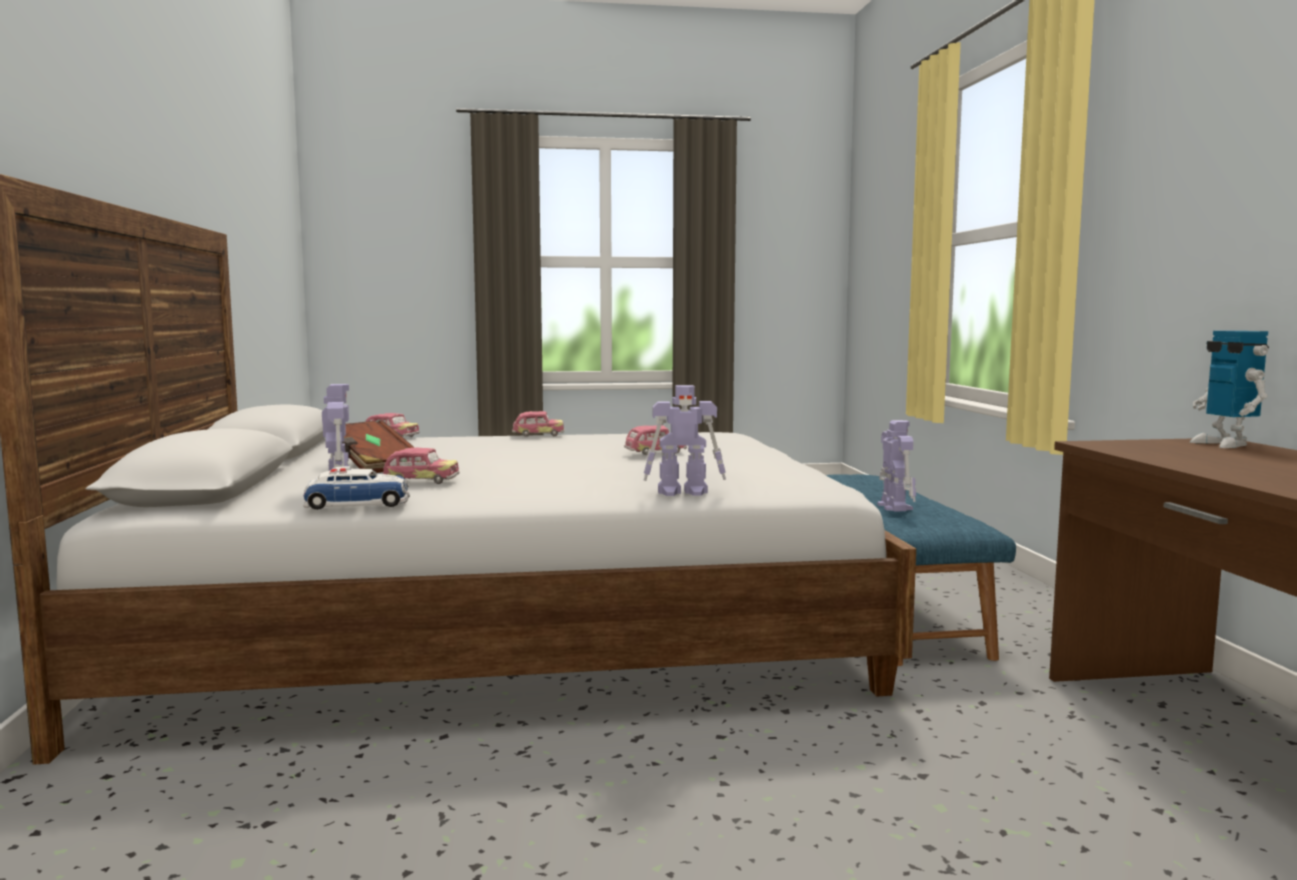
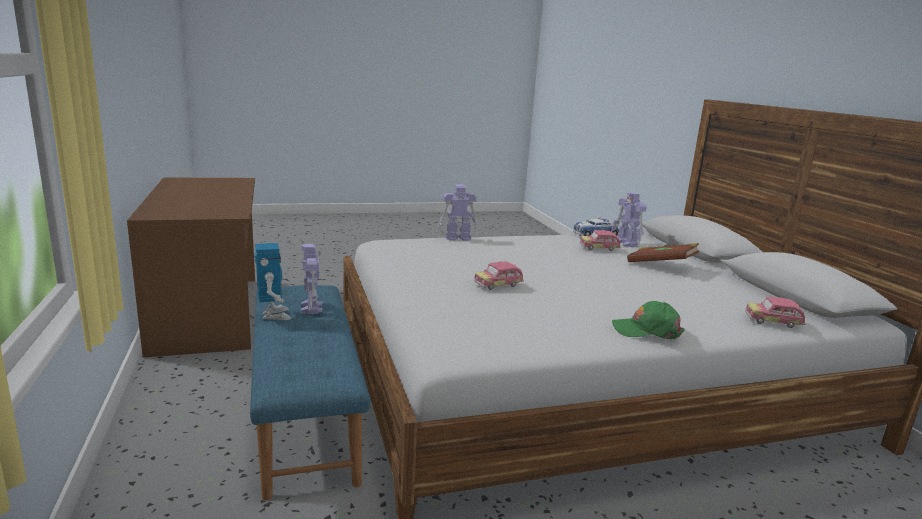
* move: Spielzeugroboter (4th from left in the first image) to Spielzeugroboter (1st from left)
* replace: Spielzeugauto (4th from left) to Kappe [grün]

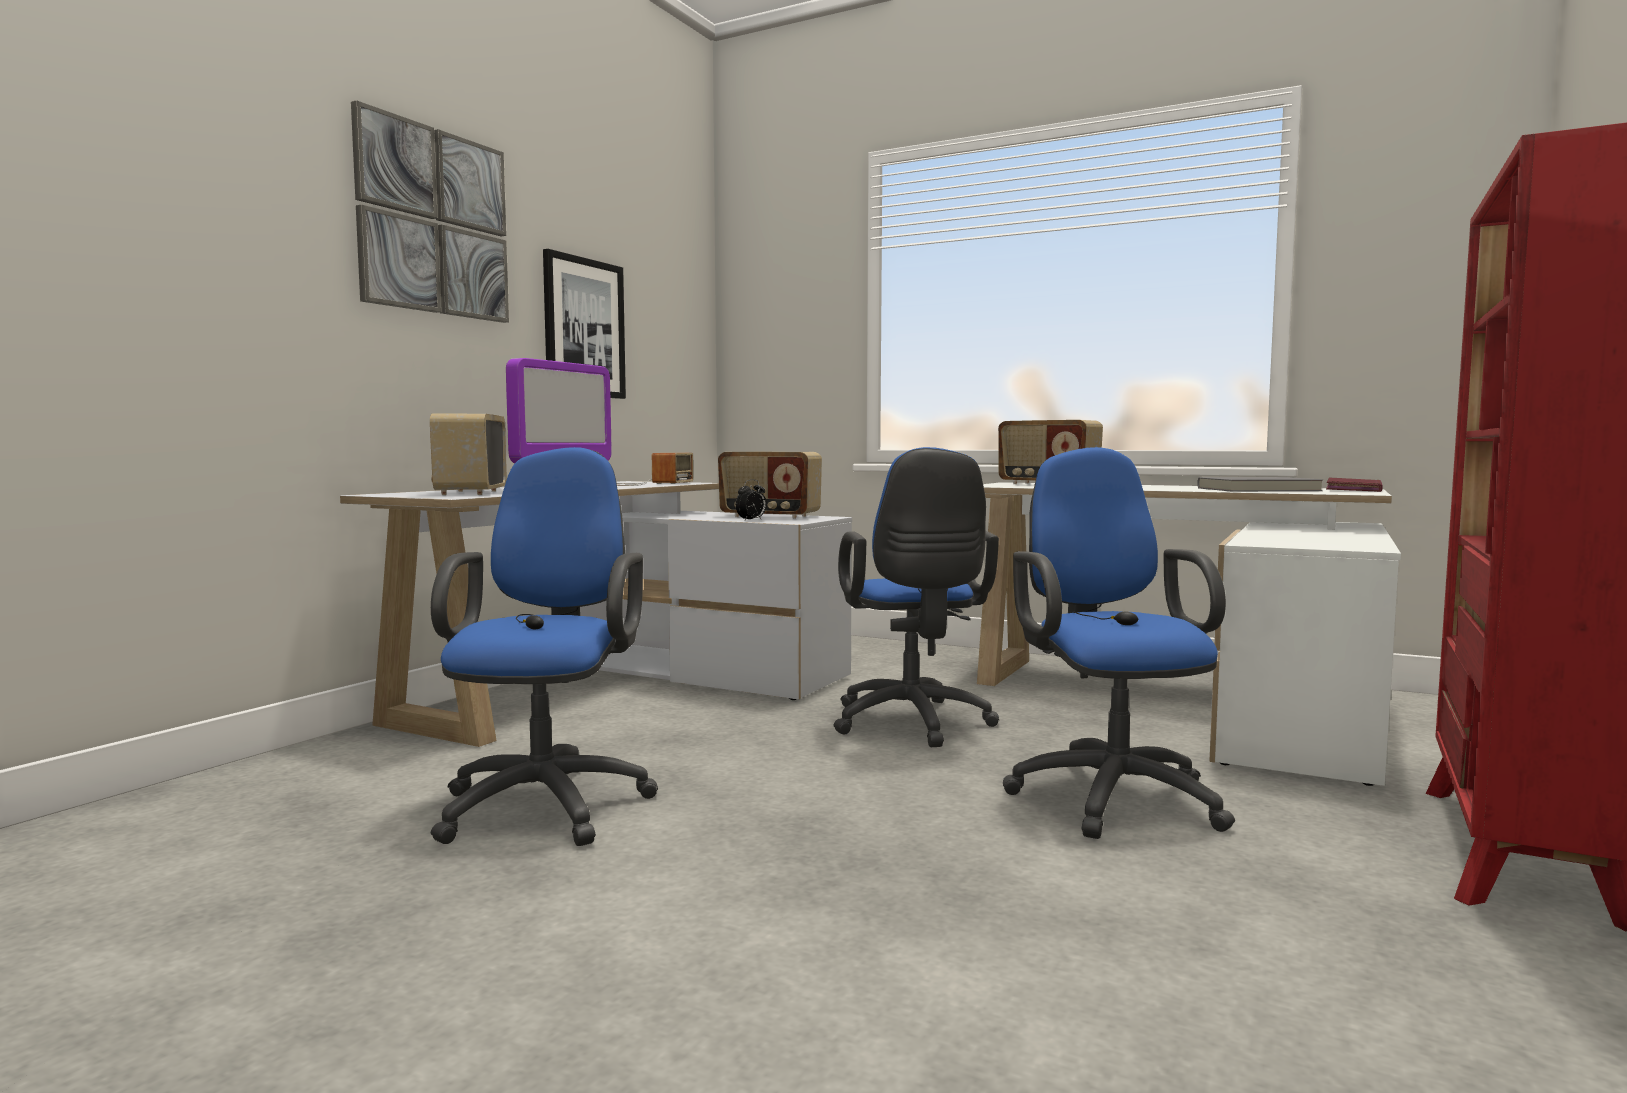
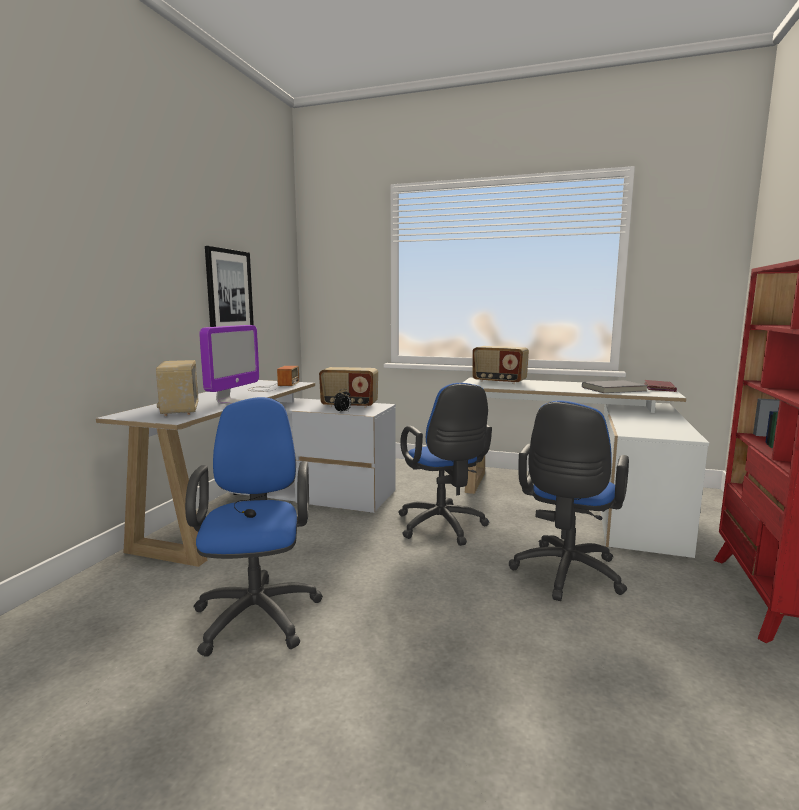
* rotate: Bürostuhl [blau] (3rd from left) 135 degrees counterclockwise
* delete: Bild (1st from left)

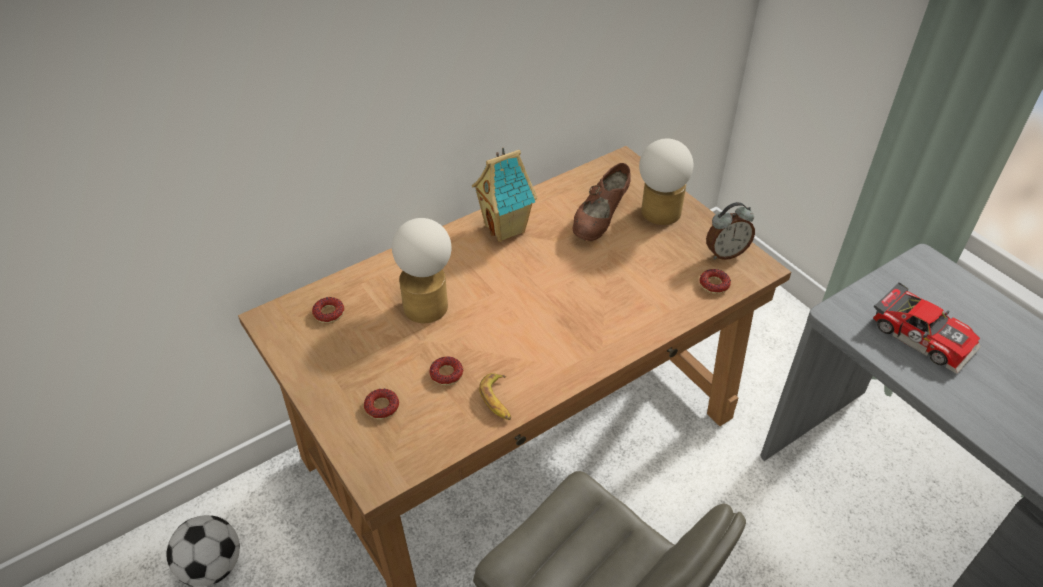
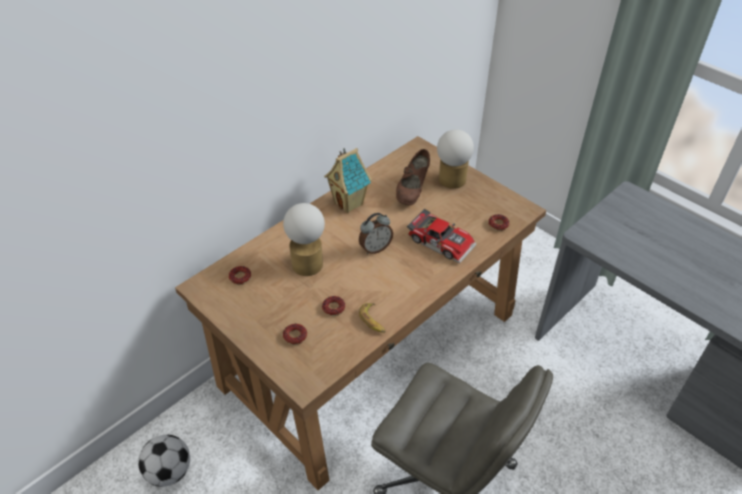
* move: Wecker
* move: Spielzeugauto

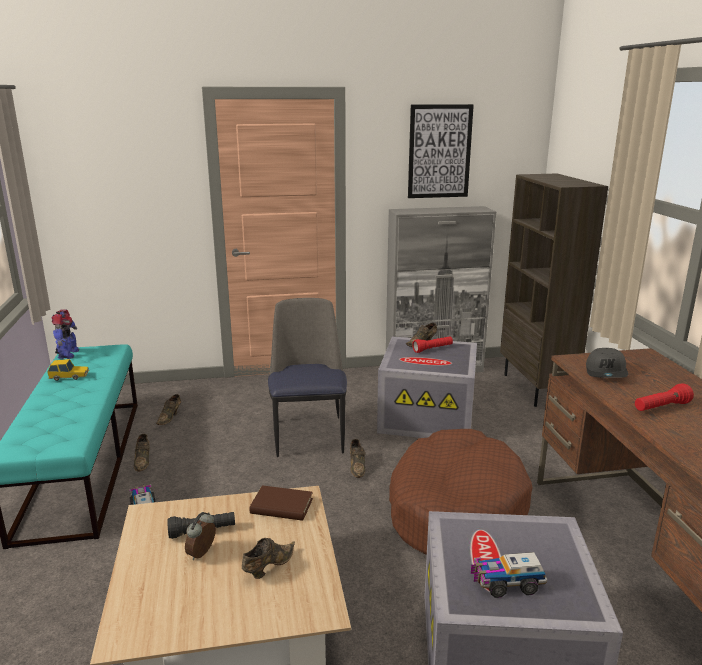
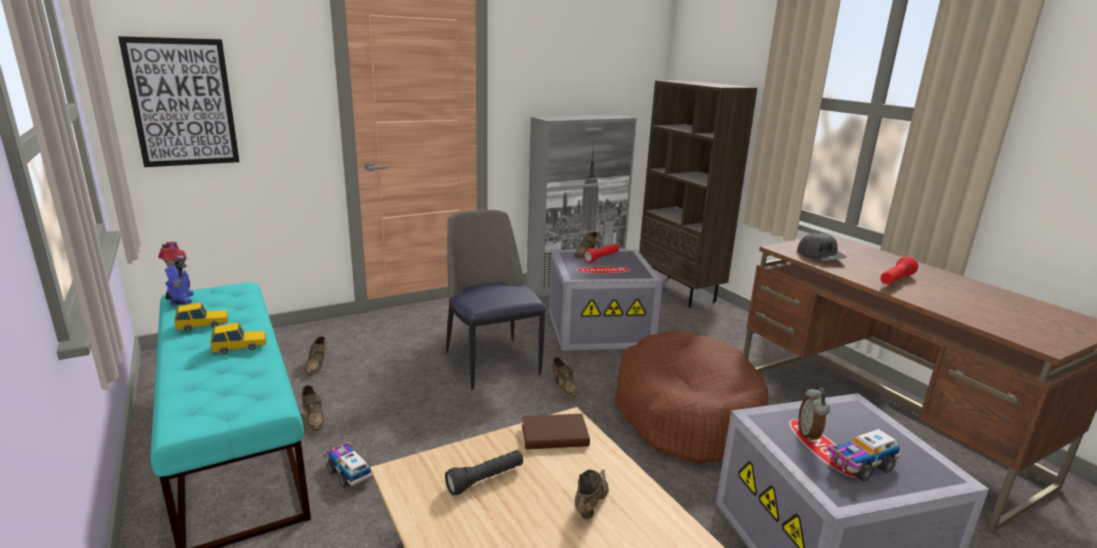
* move: Bild
* insert: Spielzeugauto (2nd from left)
* move: Wecker

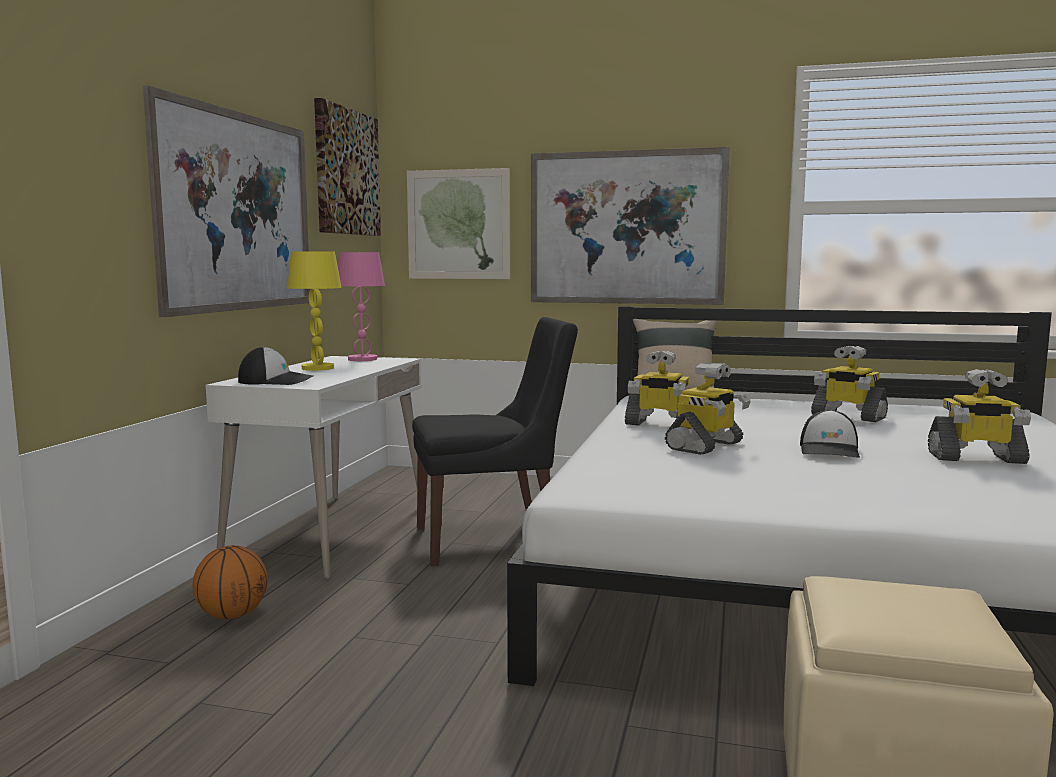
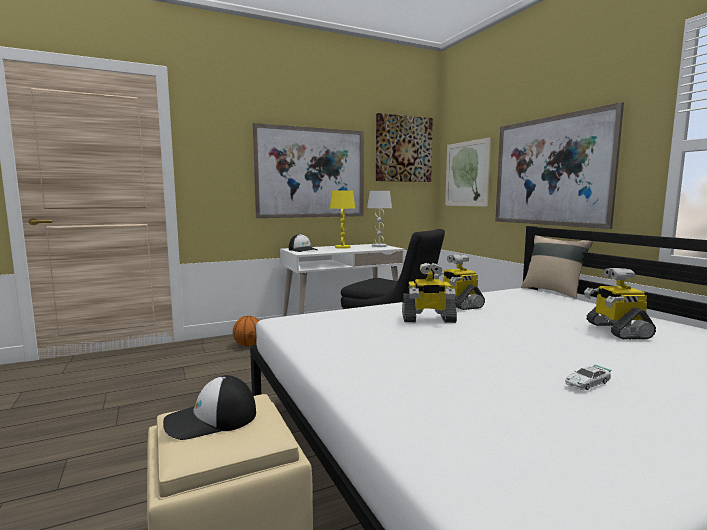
* move: Kappe (2nd from left in the first image) to Kappe (1st from left)
* recolor: Tischlampe [rosa] to Tischlampe [weiß]
* replace: Spielzeugroboter (4th from left) to Spielzeugauto

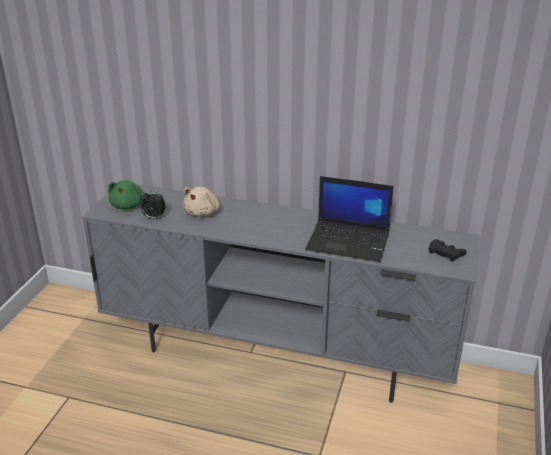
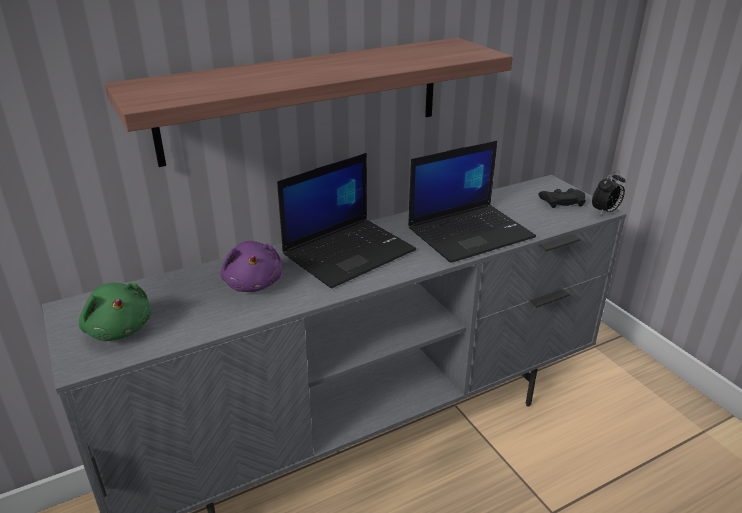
* insert: Wandregal
* recolor: Plüschtier [beige] to Plüschtier [lila]
* insert: Laptop (1st from left)
* move: Wecker

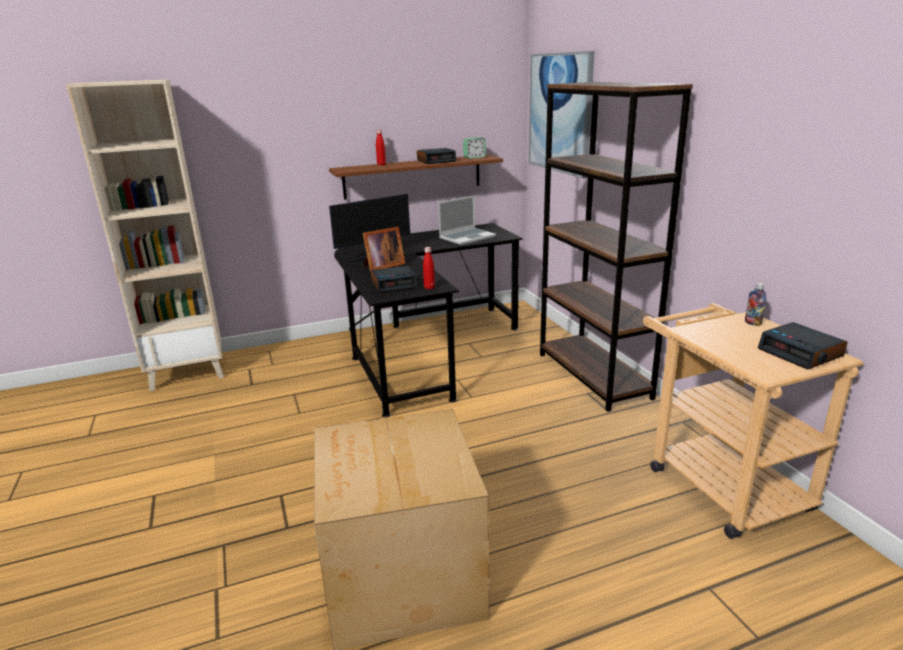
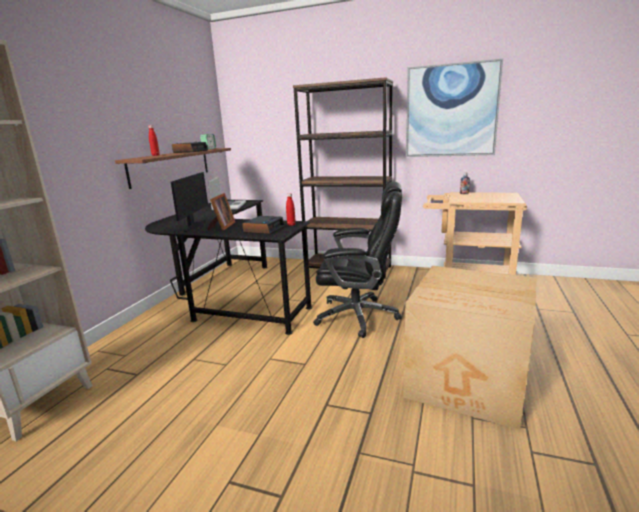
* insert: Bürostuhl [schwarz]
* move: Bild
* delete: Wecker (4th from left)

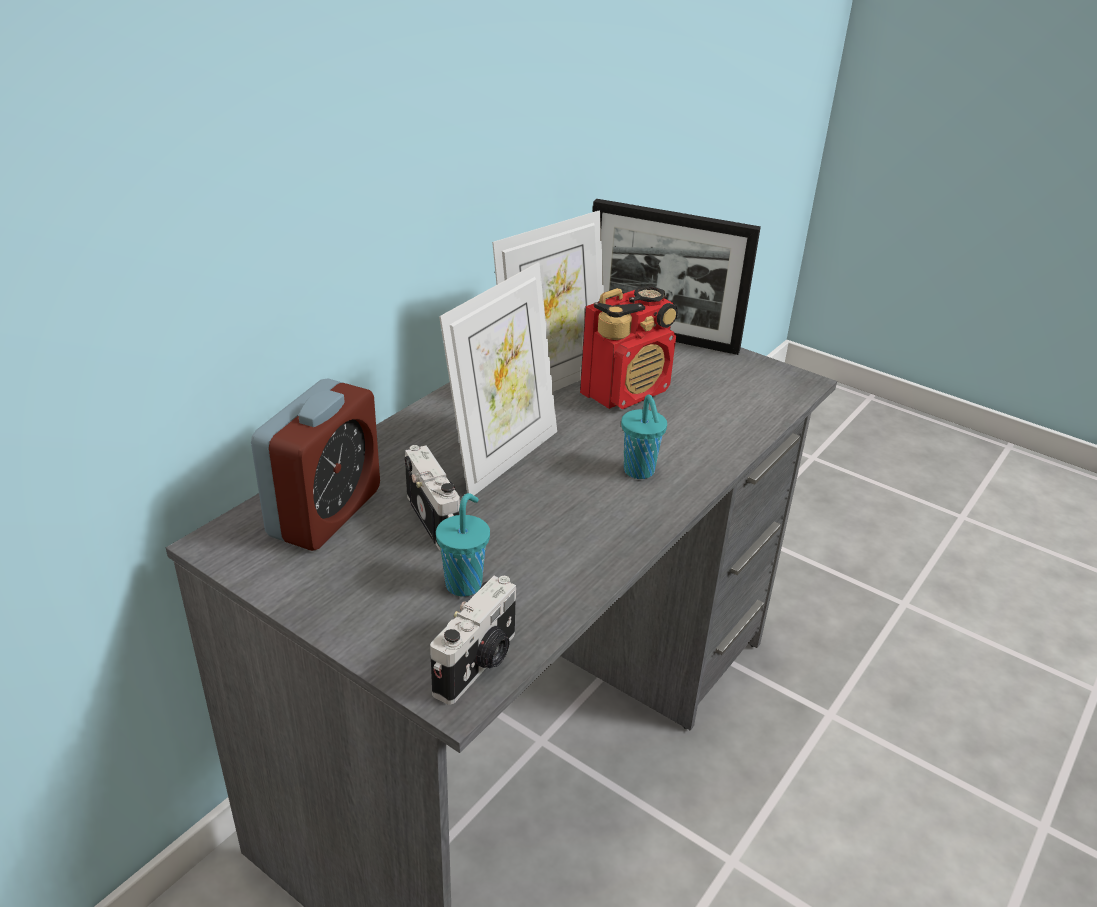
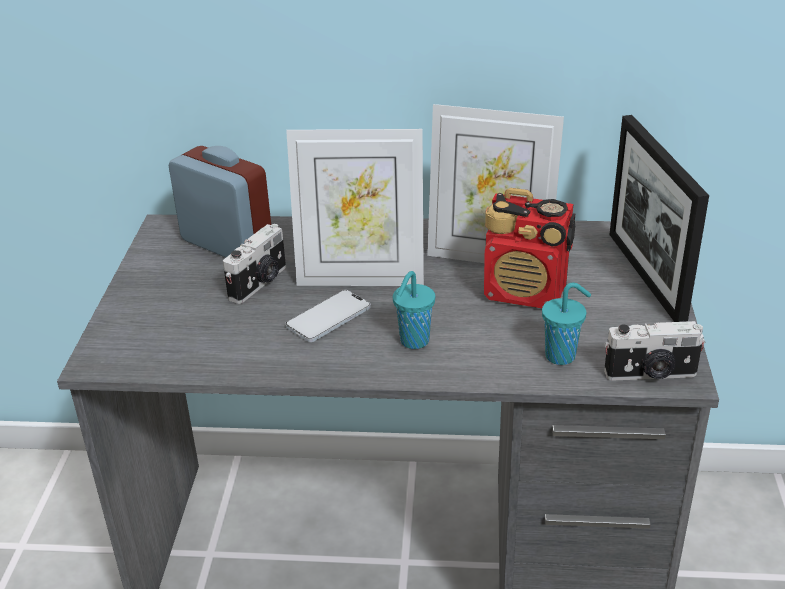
* rotate: Wecker 135 degrees counterclockwise
* insert: Handy
* move: Tasse [türkis] (1st from left in the first image) to Tasse [türkis] (2nd from left)
* move: Kamera (2nd from left)

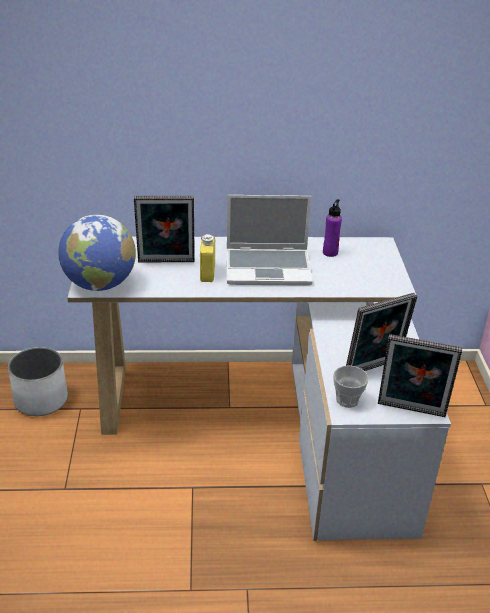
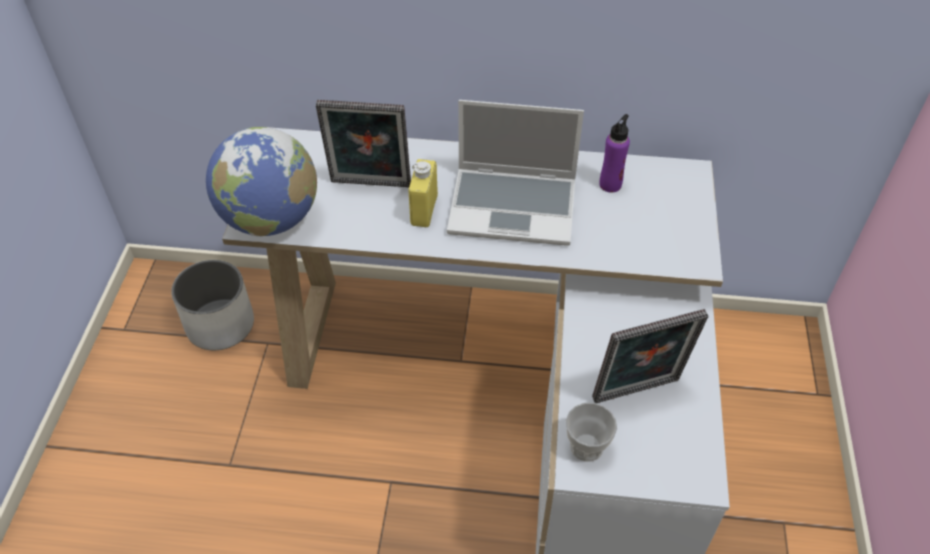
* delete: Bilderrahmen (3rd from left)

